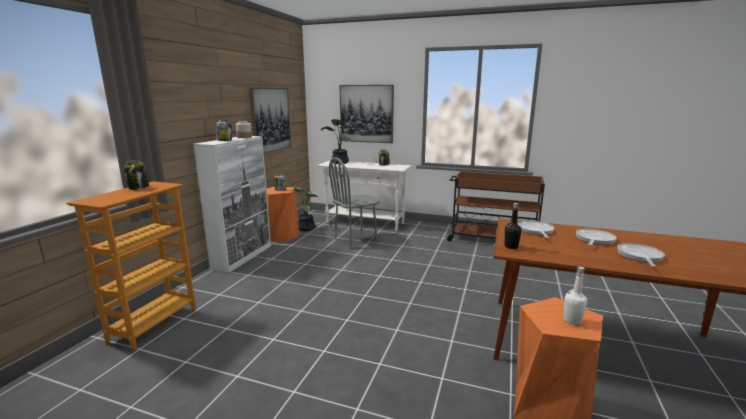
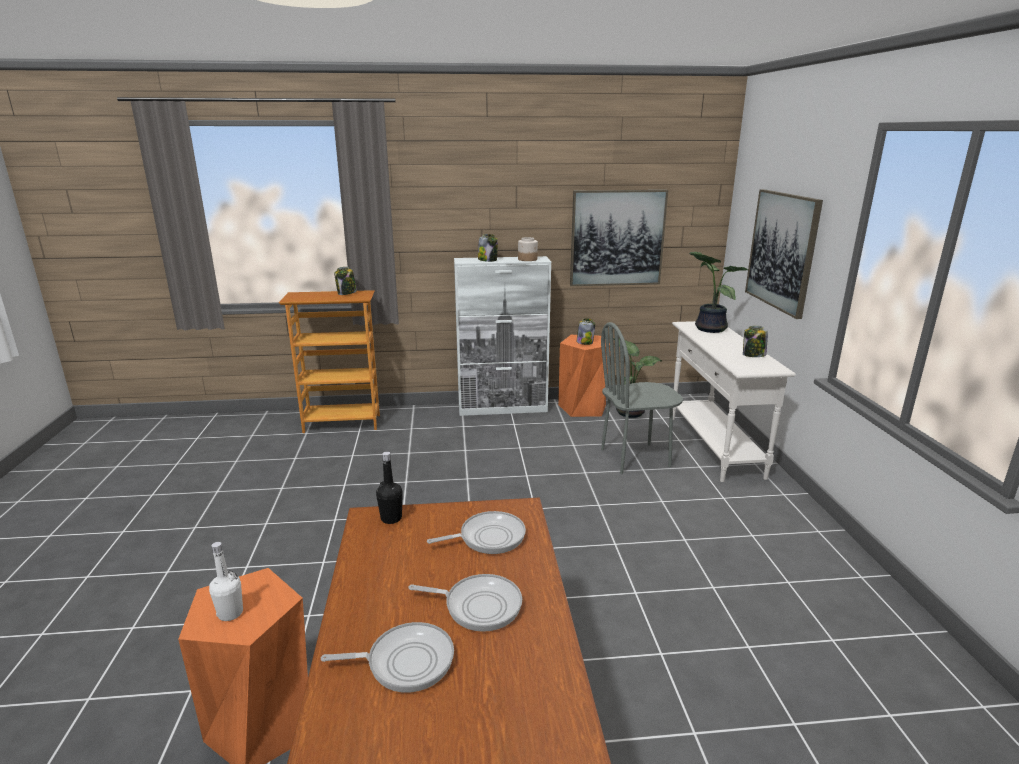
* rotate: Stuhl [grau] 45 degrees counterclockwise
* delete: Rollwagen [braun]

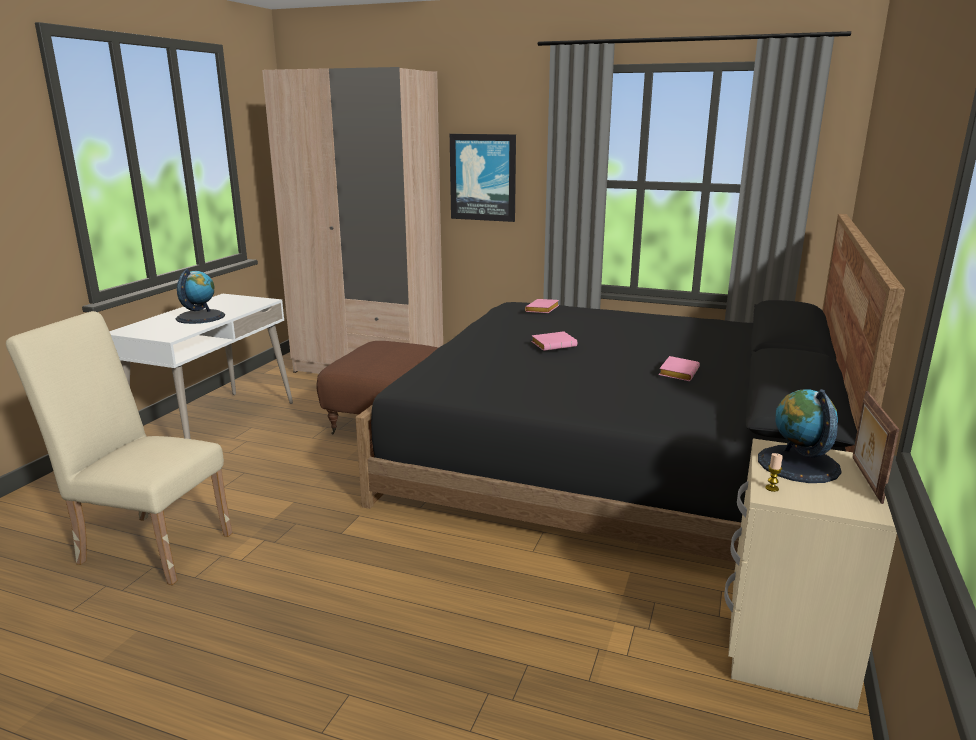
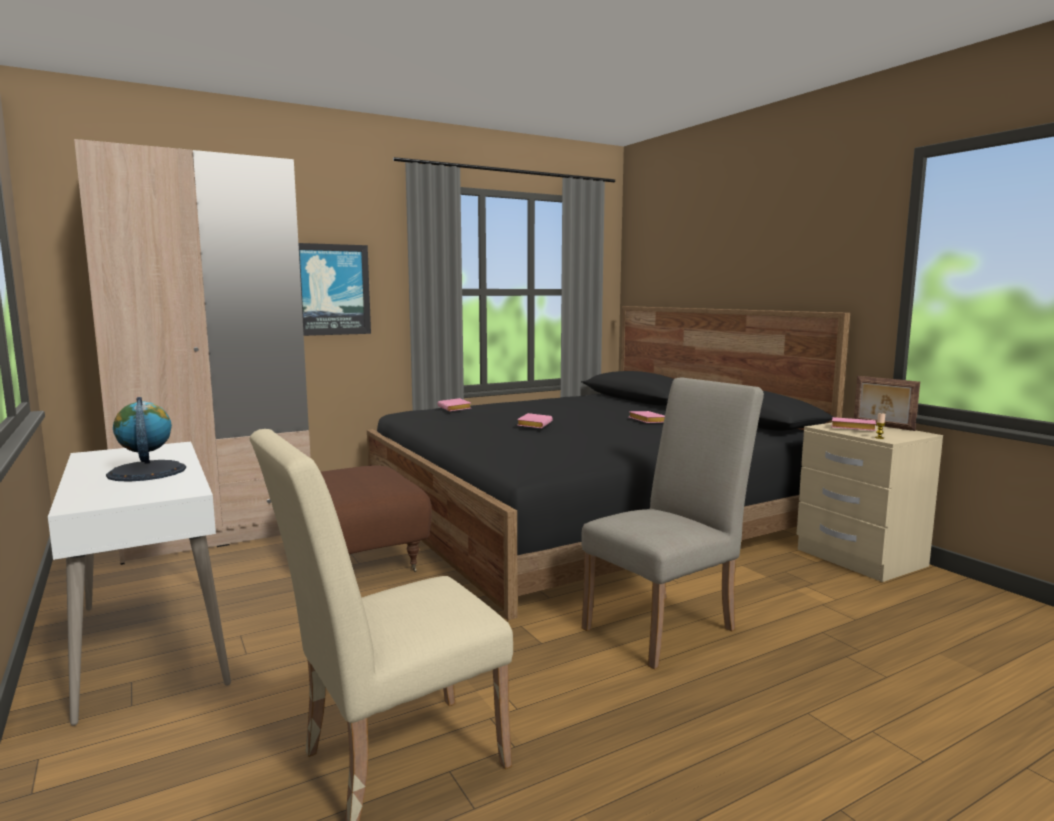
* insert: Stuhl [beige] (2nd from left)
* replace: Globus (2nd from left) to Buch [rosa] (4th from left)

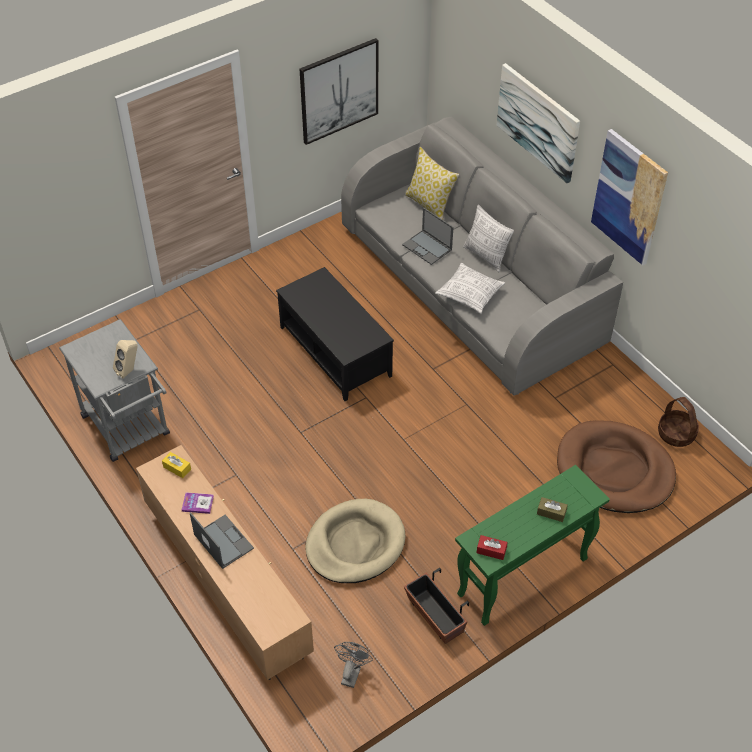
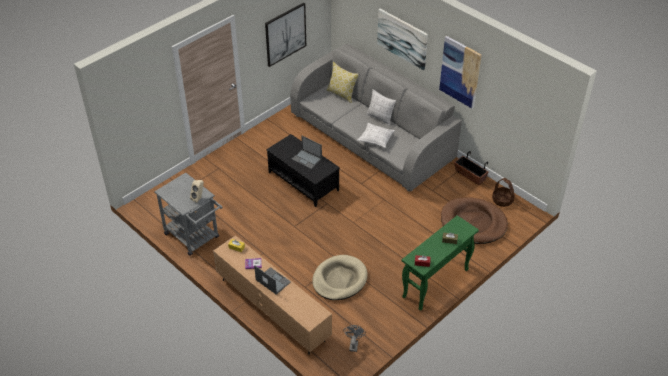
* move: Laptop (2nd from left)
* move: Pflanzkübel

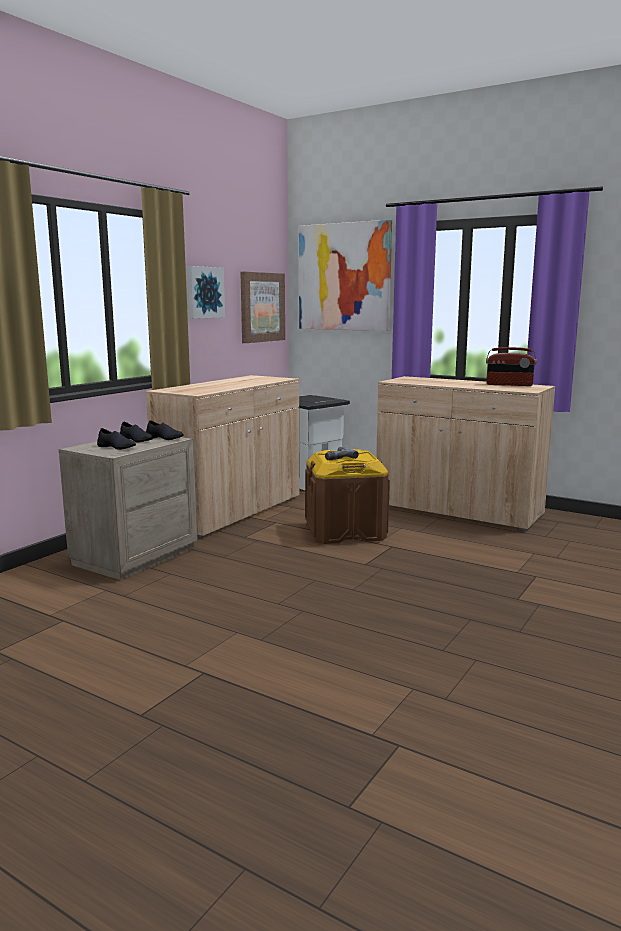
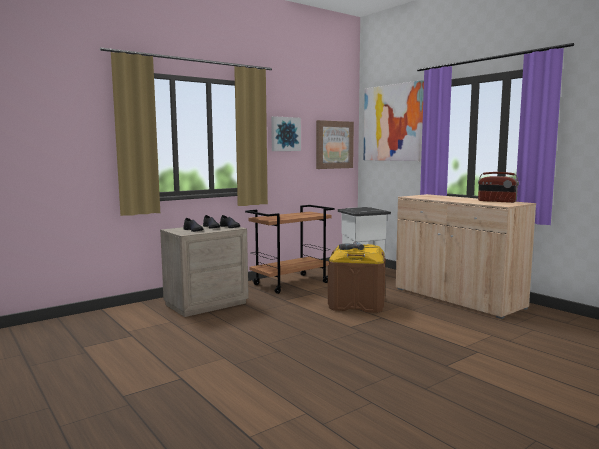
* replace: Schrank [beige] (1st from left) to Rollwagen [braun]

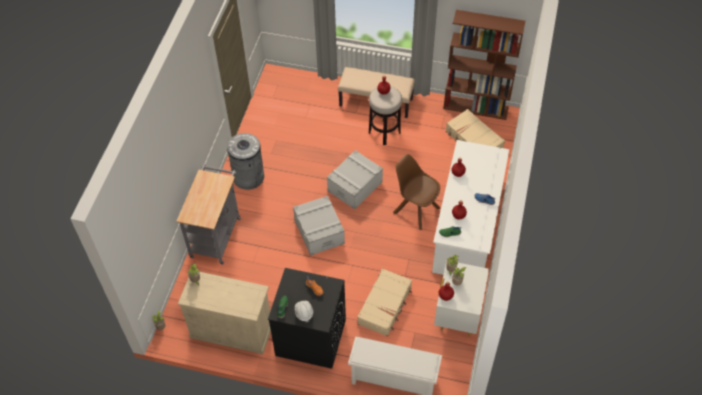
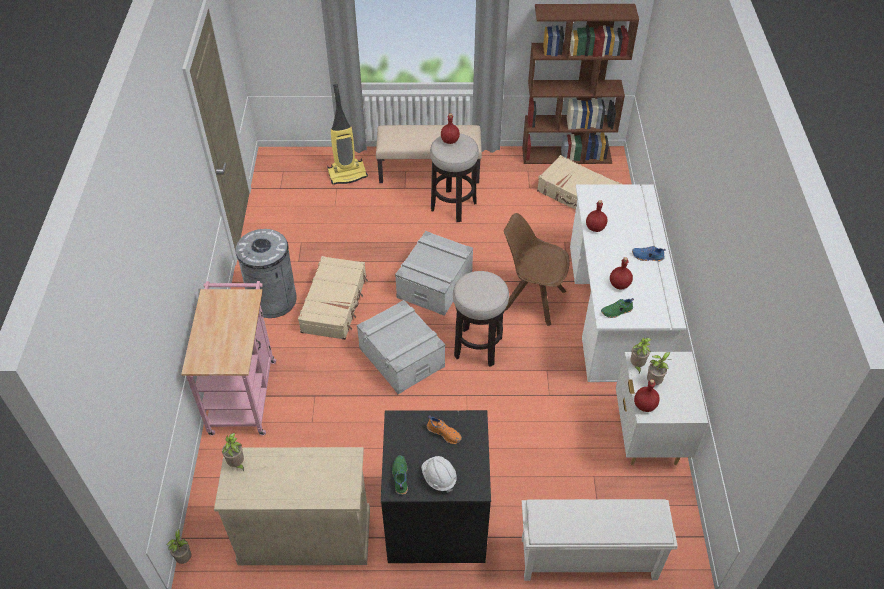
* recolor: Rollwagen [grau] to Rollwagen [rosa]
* move: Koffer [beige] (1st from left)
* insert: Staubsauger
* insert: Hocker (2nd from left)

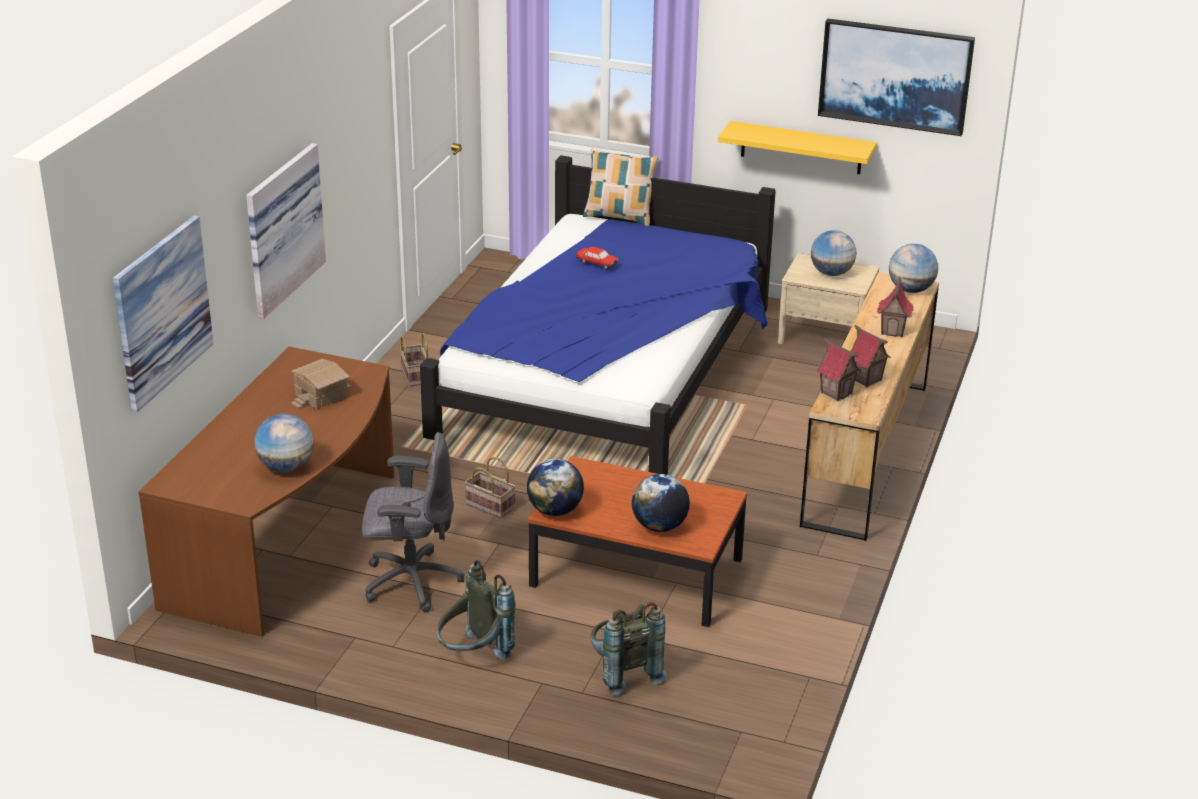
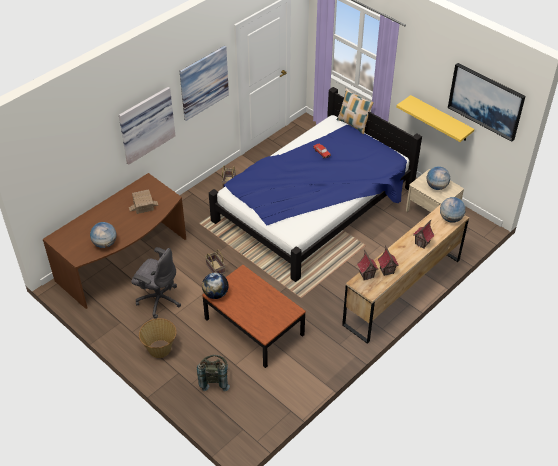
* replace: Rucksack [grau] (1st from left) to Korb (1st from left)
* move: Bild (1st from left in the first image) to Bild (2nd from left)
* delete: Globus (3rd from left)

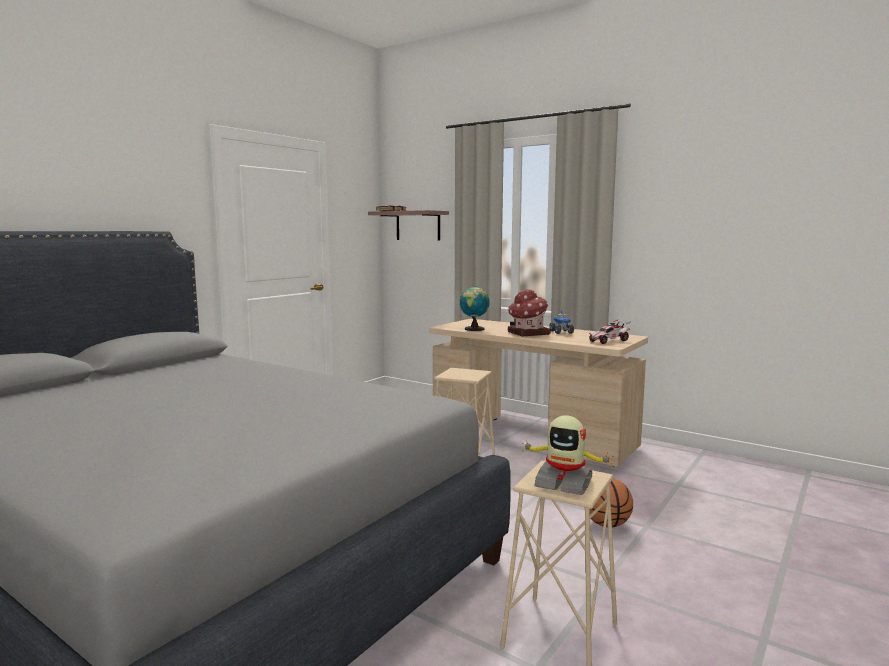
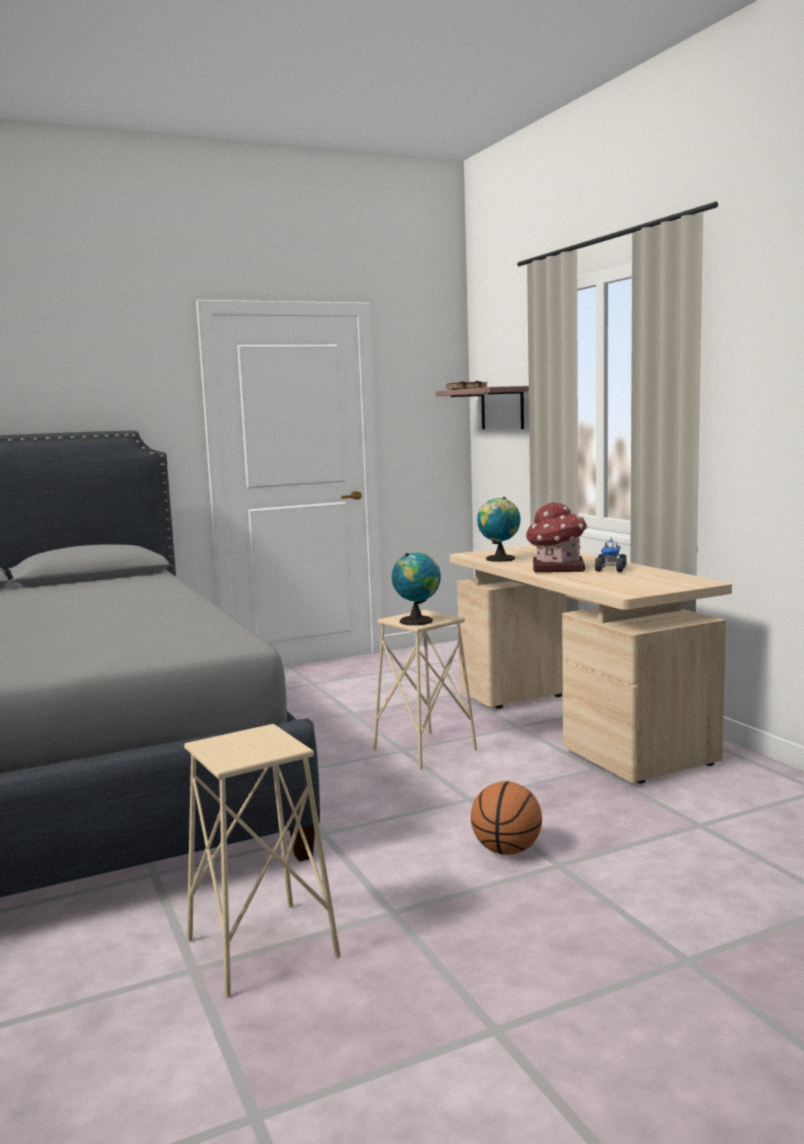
* insert: Globus (1st from left)
* delete: Spielzeugroboter
* delete: Spielzeugauto

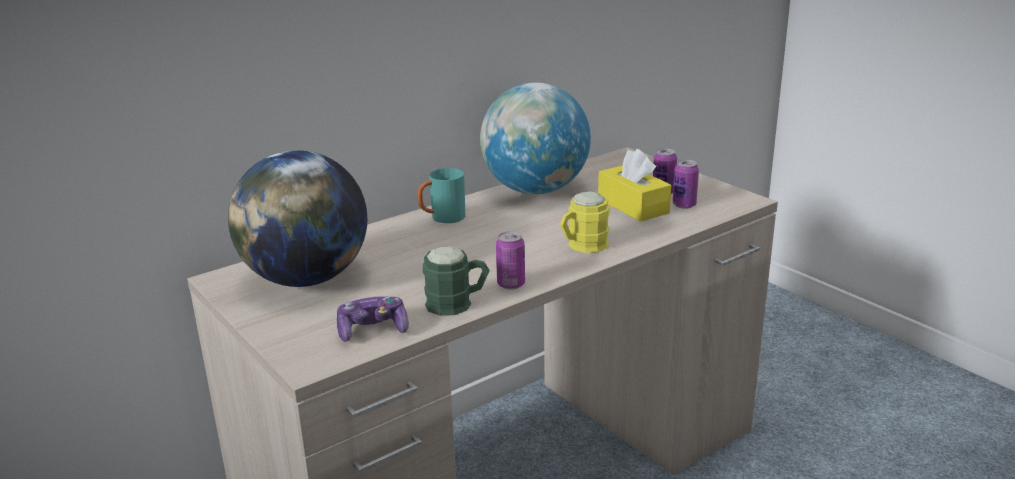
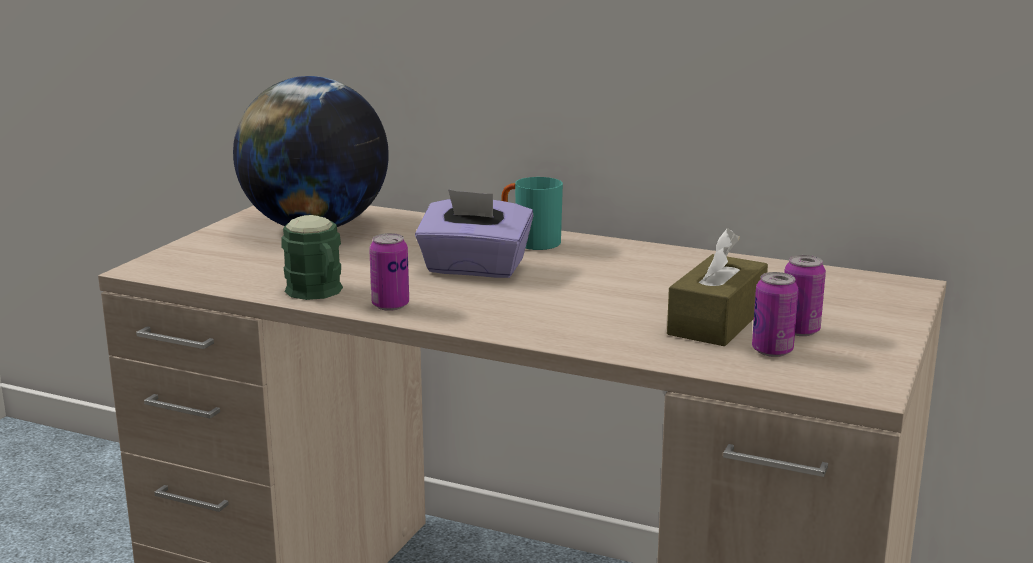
* insert: Taschentuchbox [lila]
* recolor: Taschentuchbox [gelb] to Taschentuchbox [braun]
* delete: Gamepad
* delete: Globus (2nd from left)
* delete: Henkelbecher [gelb]

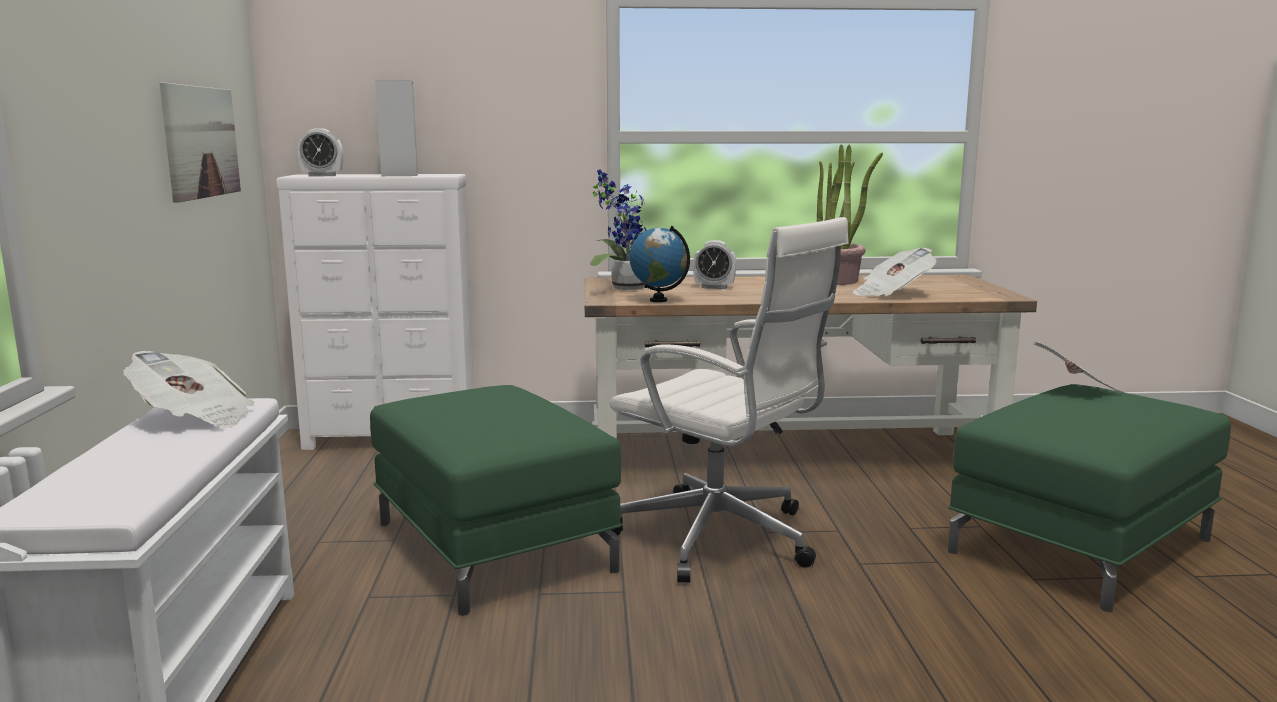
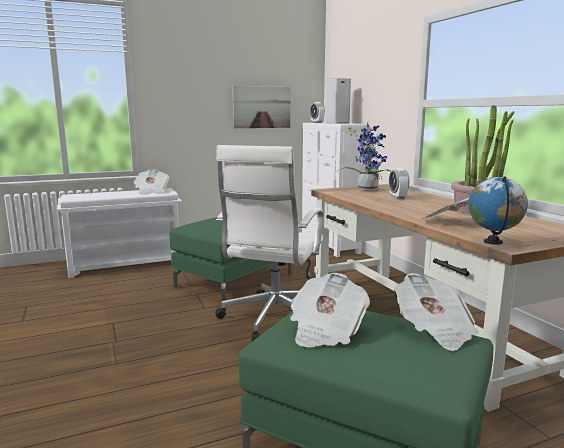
* insert: Zeitung (2nd from left)
* move: Globus

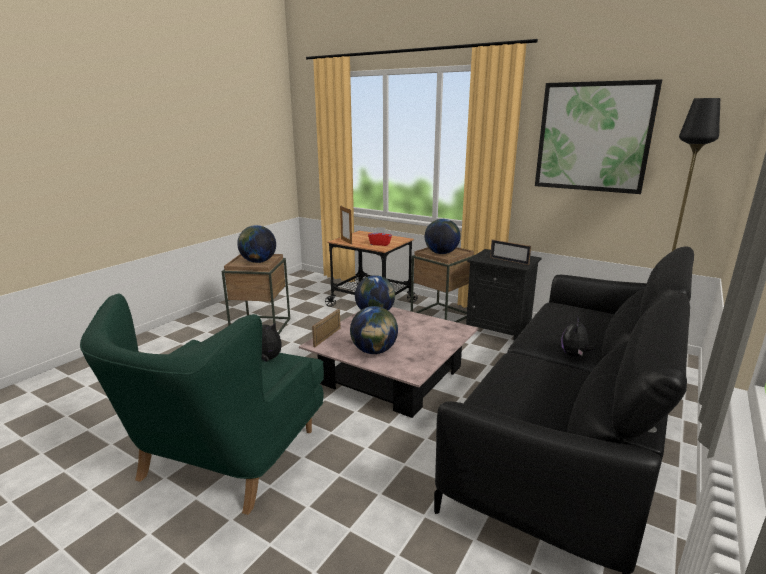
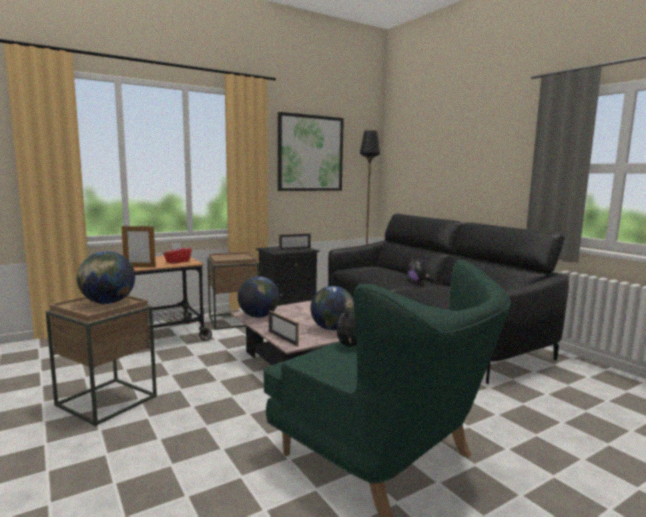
* delete: Globus (4th from left)

